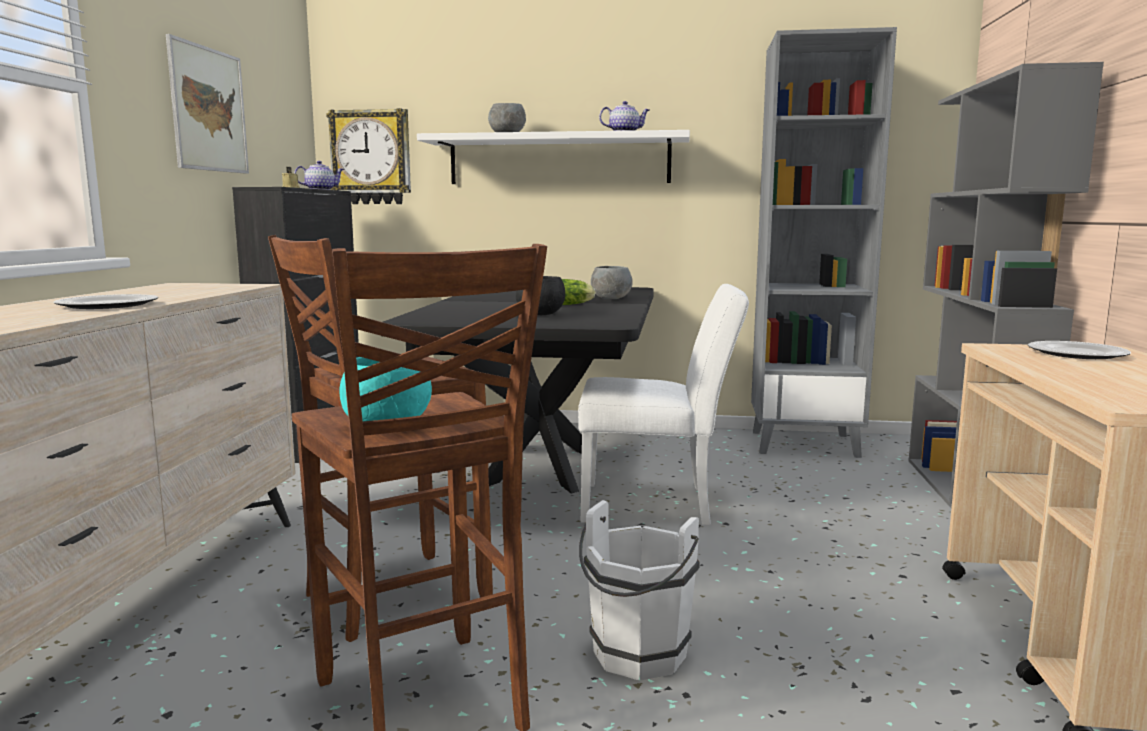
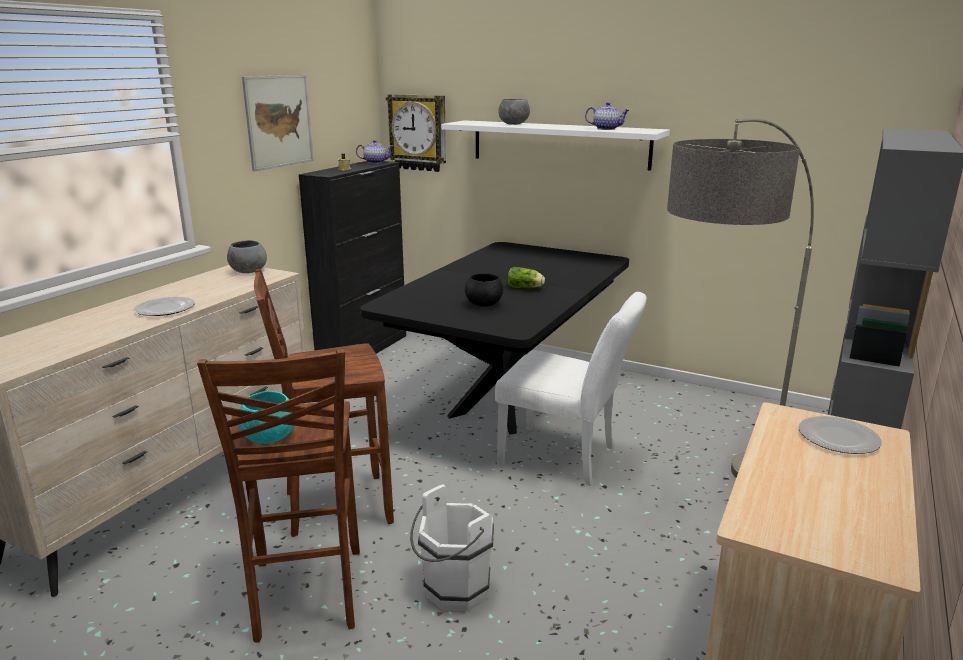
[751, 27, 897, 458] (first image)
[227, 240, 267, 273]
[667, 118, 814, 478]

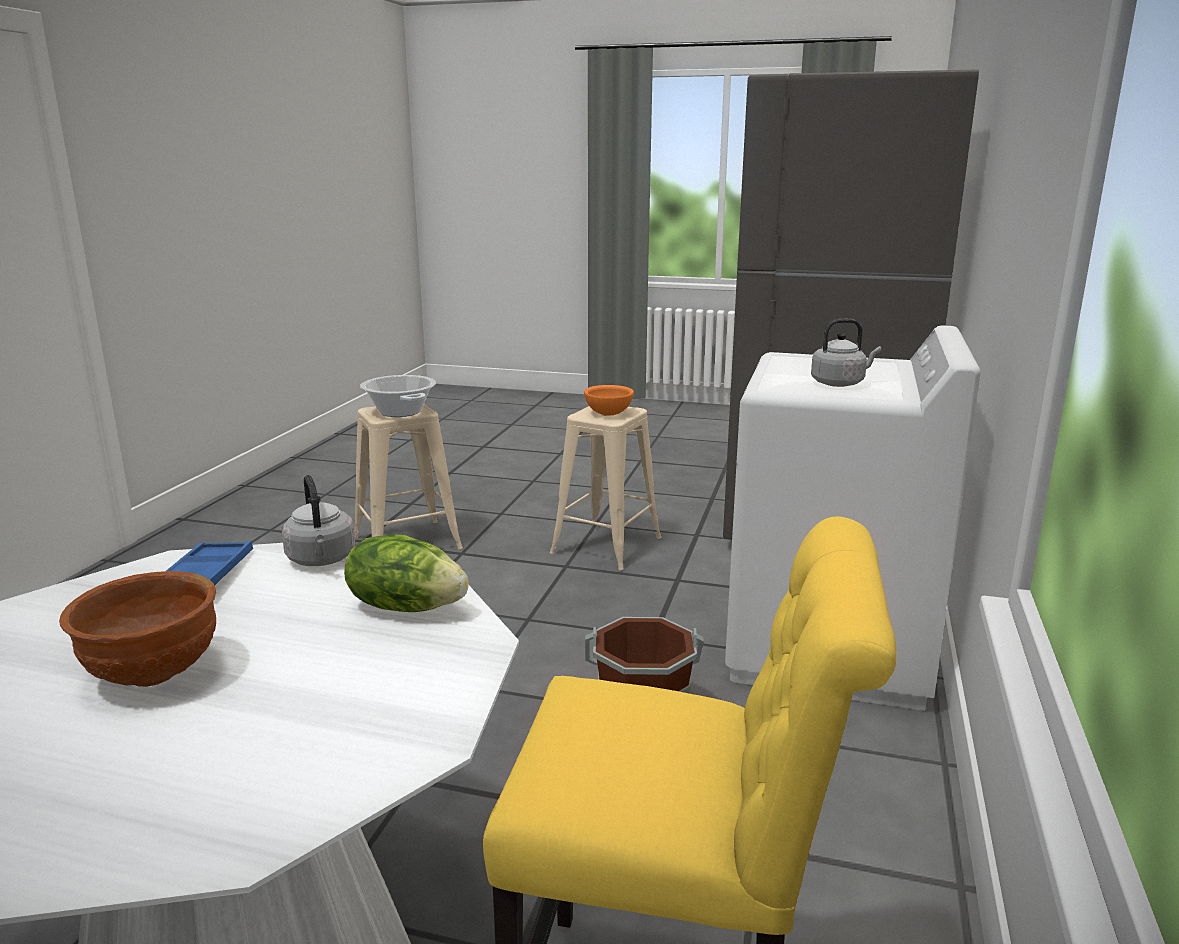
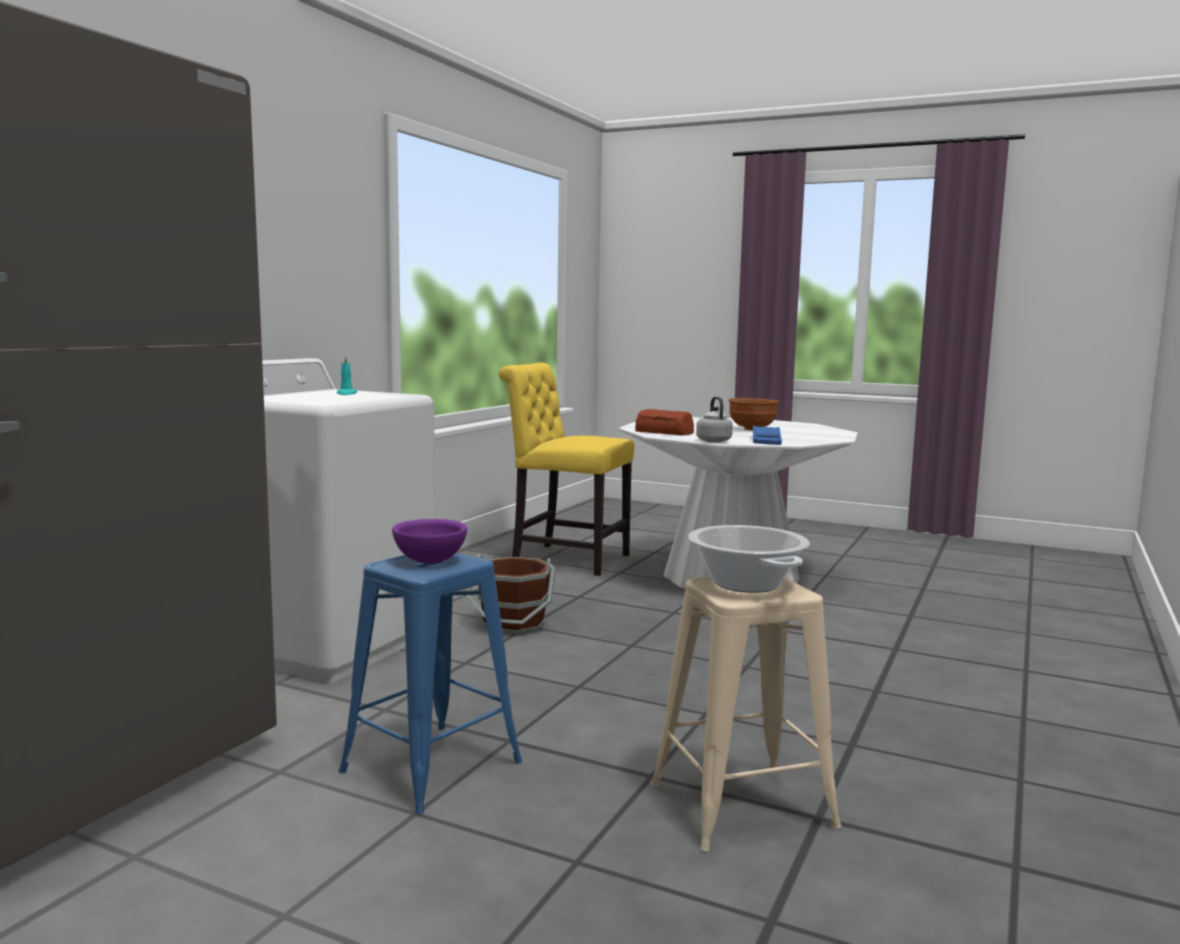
[337, 355, 357, 395]
[392, 519, 467, 564]
[338, 552, 522, 814]
[635, 409, 694, 435]

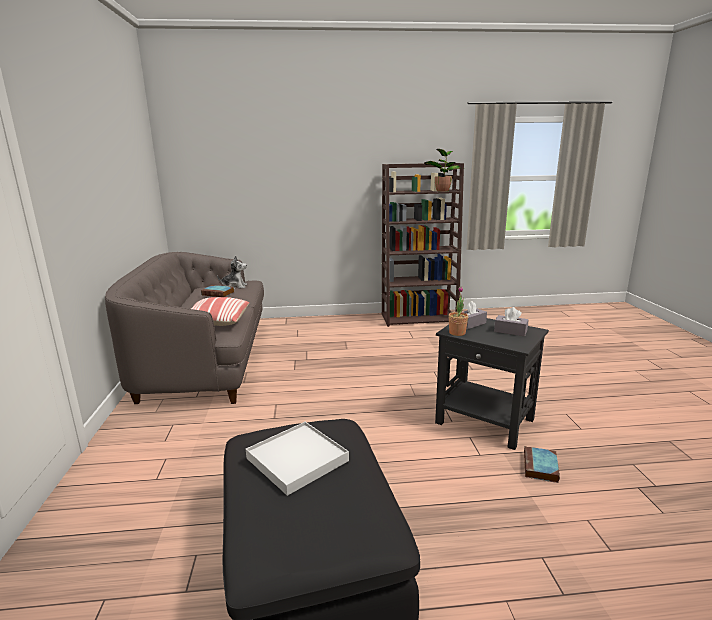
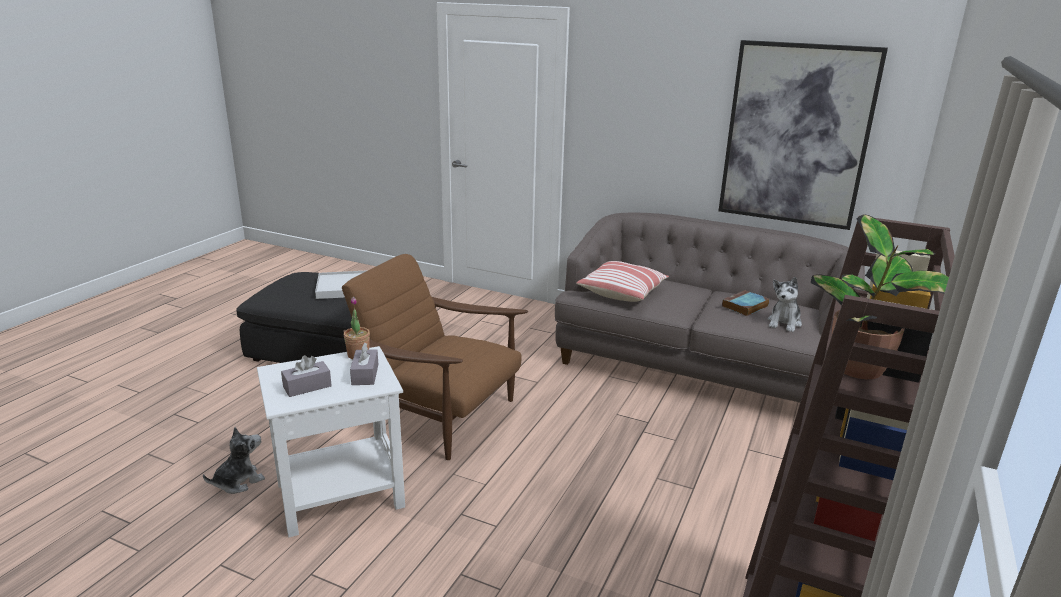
[257, 346, 405, 538]
[203, 427, 265, 494]
[719, 40, 888, 230]
[342, 254, 528, 460]

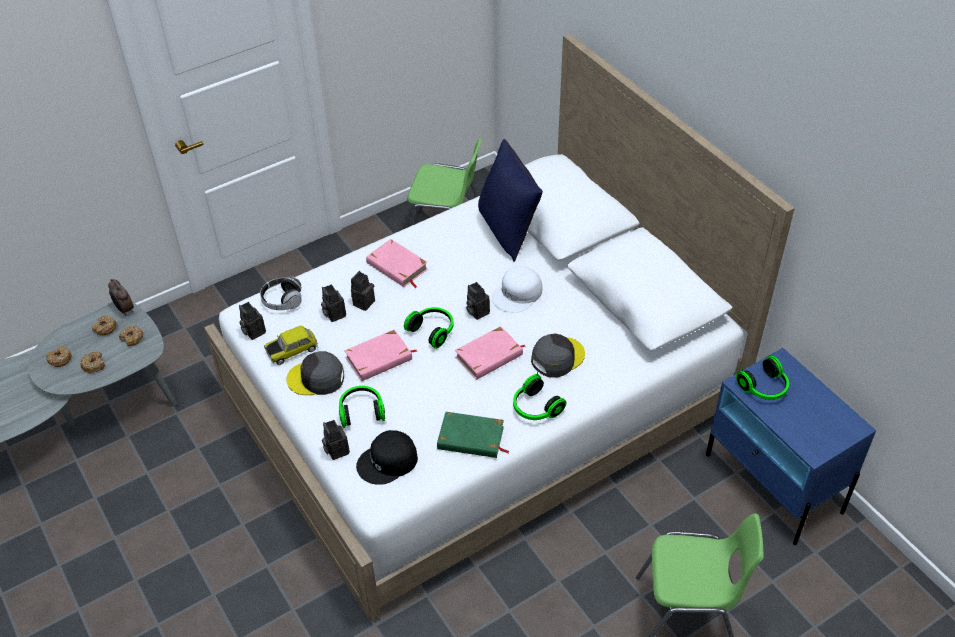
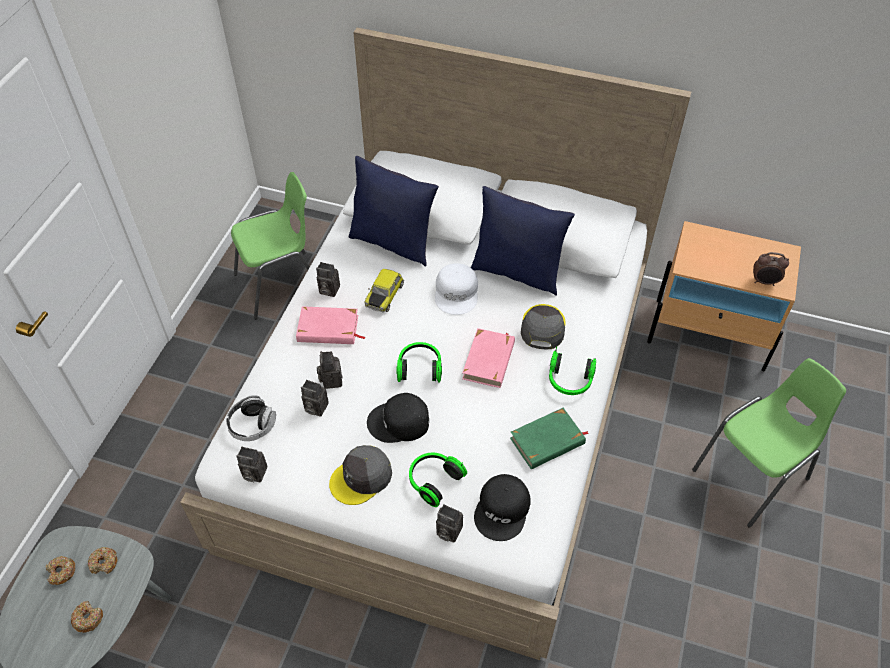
[753, 252, 789, 286]
[316, 262, 340, 297]
[364, 269, 404, 313]
[367, 393, 429, 443]
[46, 346, 72, 367] (first image)
[647, 221, 801, 371]
[736, 356, 789, 400] (first image)
[471, 186, 575, 296]

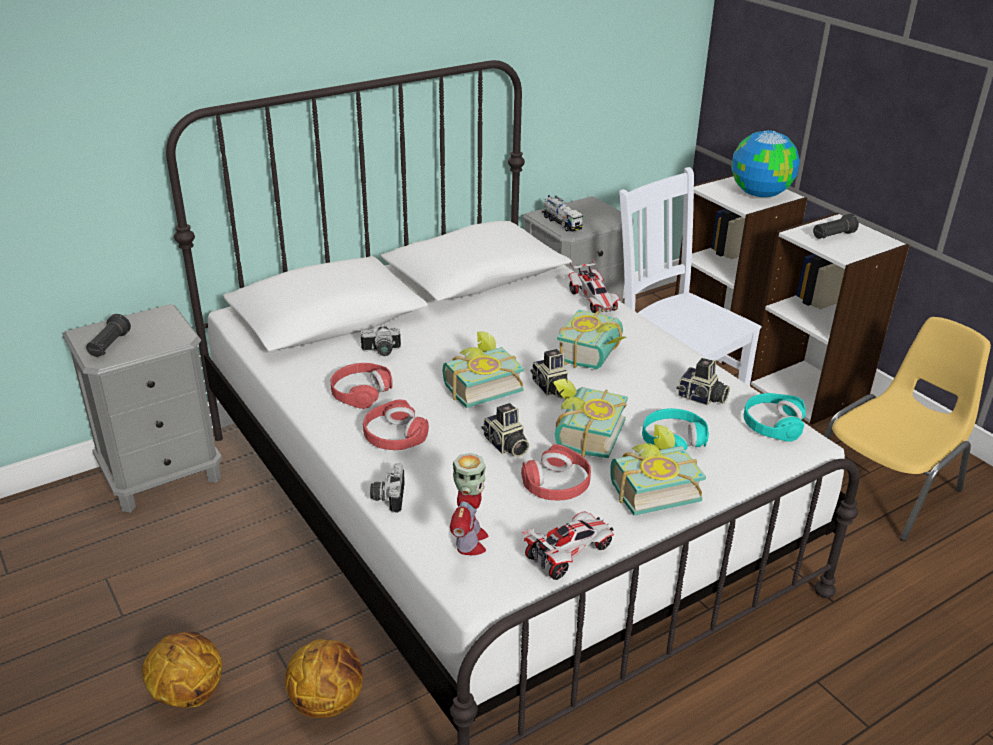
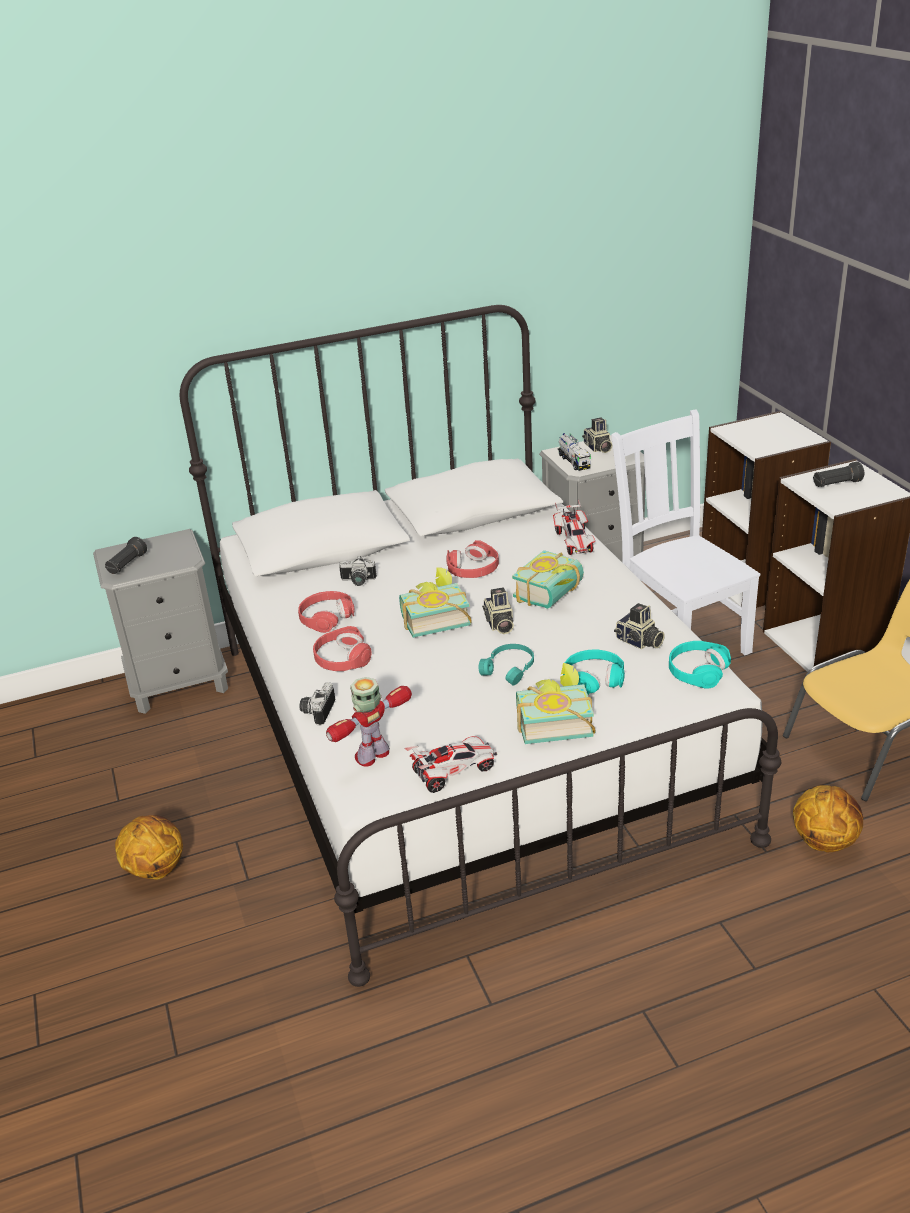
[731, 130, 800, 197] (first image)
[479, 644, 534, 686]
[582, 417, 612, 453]
[446, 540, 499, 578]
[326, 677, 412, 767]
[793, 785, 863, 852]

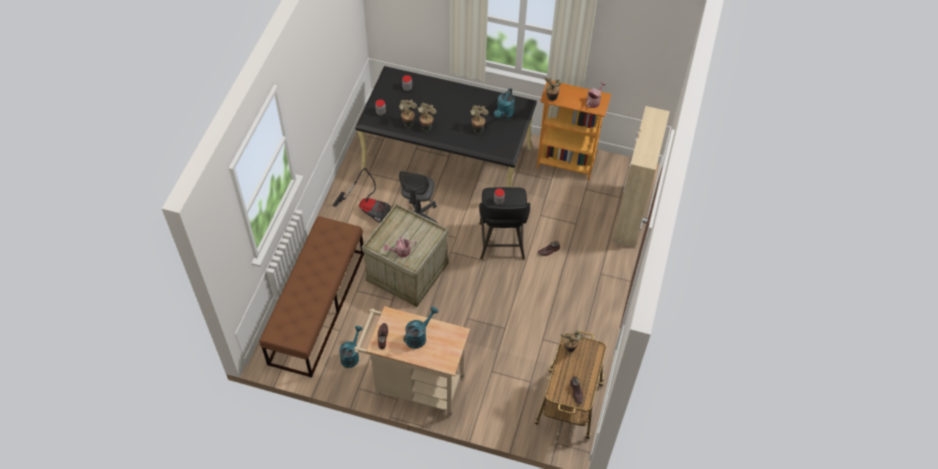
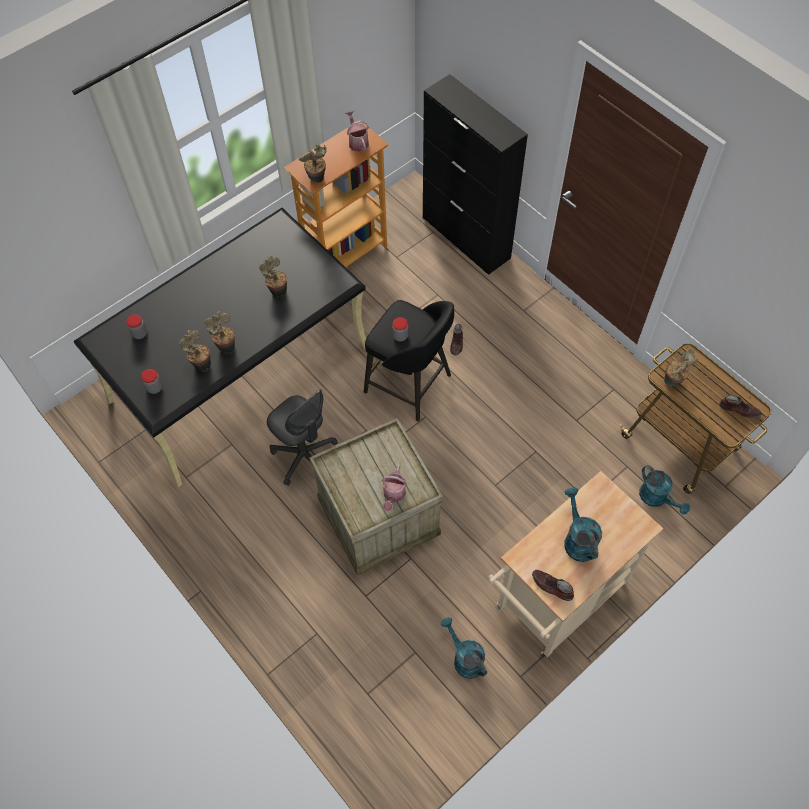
[639, 465, 690, 515]
[423, 74, 528, 275]
[333, 168, 390, 223] (first image)
[260, 216, 364, 378] (first image)

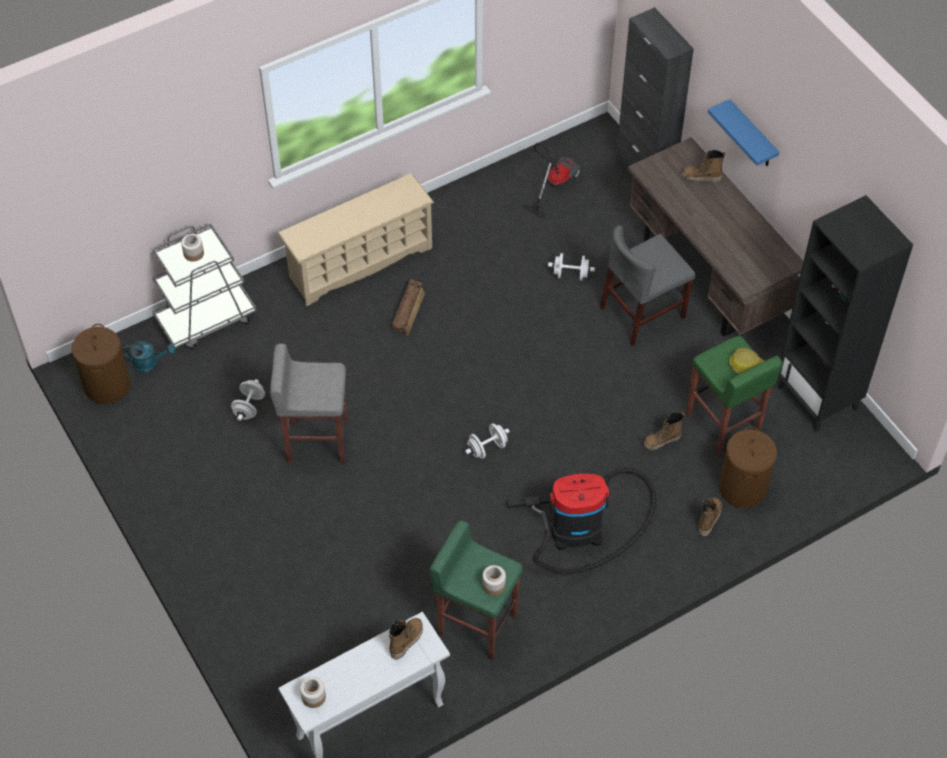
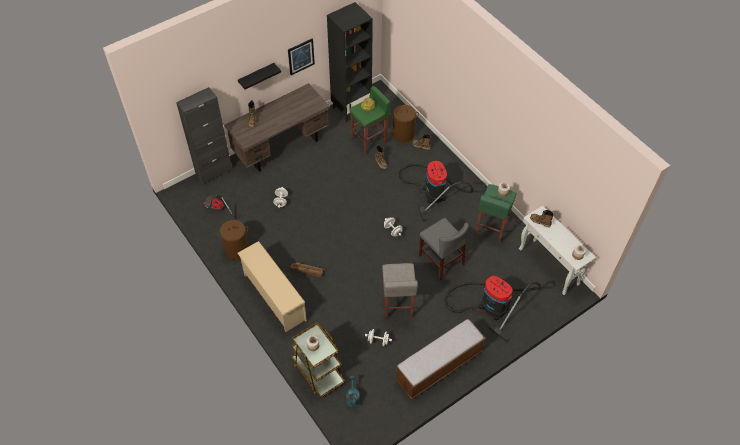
[238, 63, 281, 89]
[291, 323, 345, 398]
[419, 218, 469, 280]
[217, 220, 249, 260]
[288, 39, 315, 75]
[445, 276, 541, 342]
[396, 319, 486, 399]

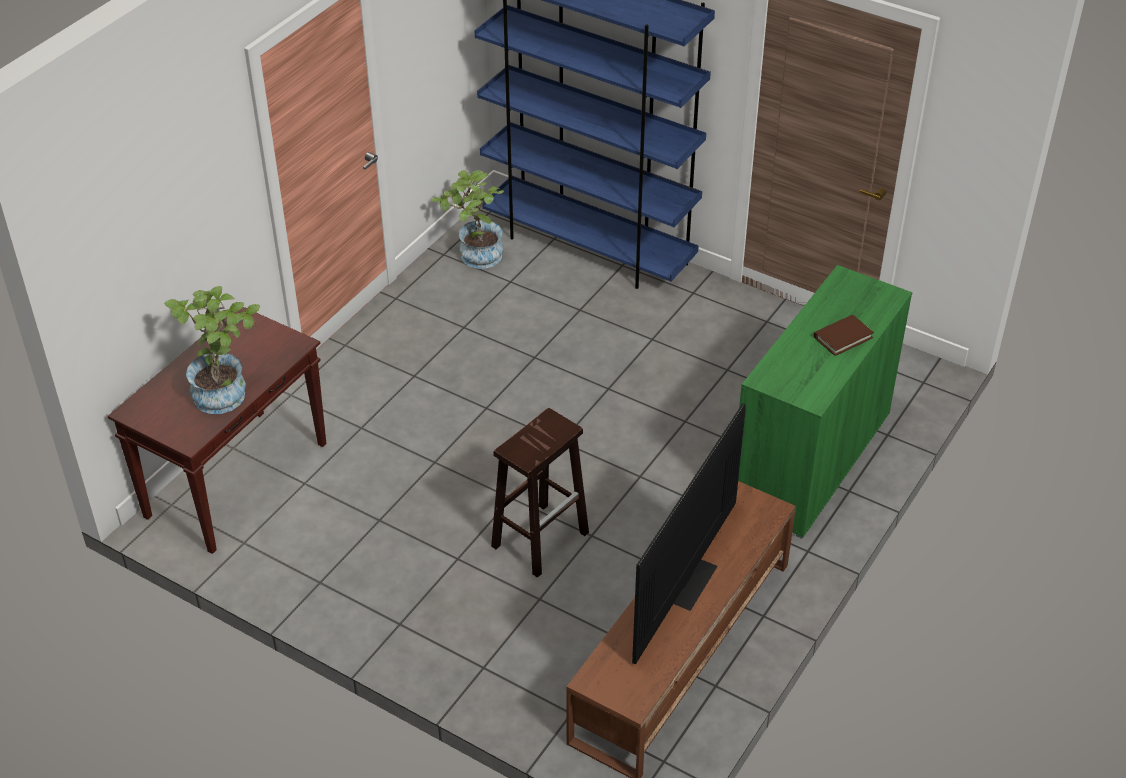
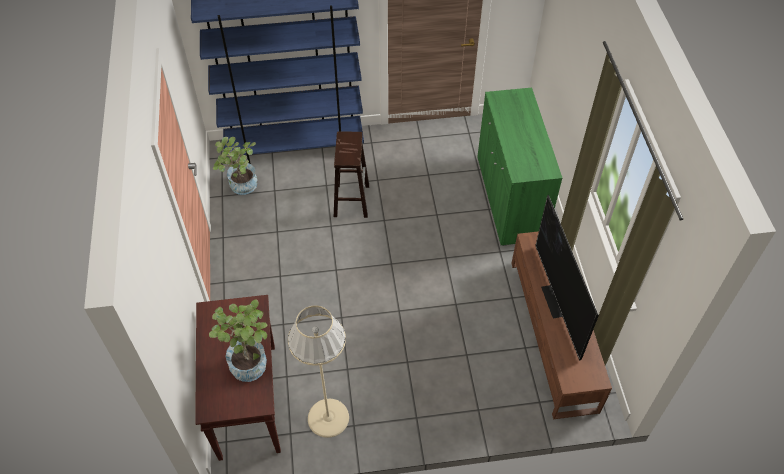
[814, 315, 874, 356] (first image)
[334, 131, 369, 218]
[288, 305, 349, 438]

